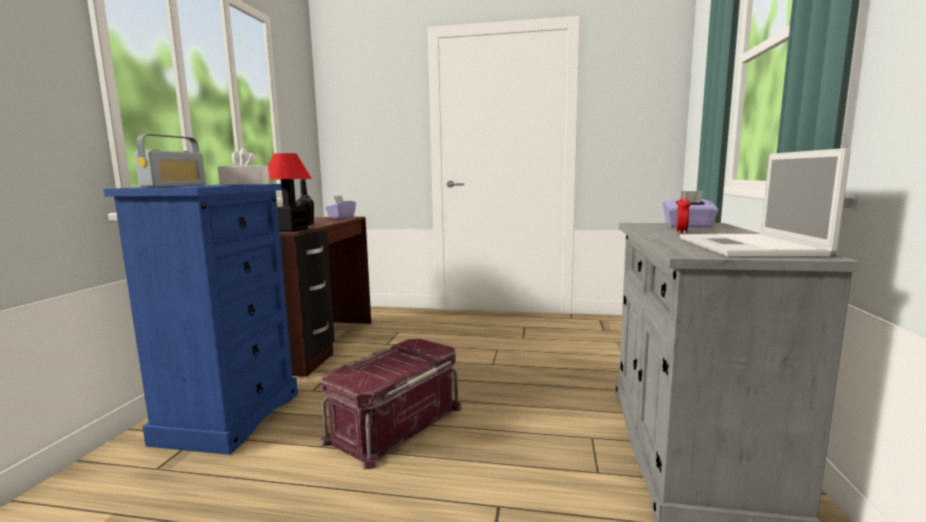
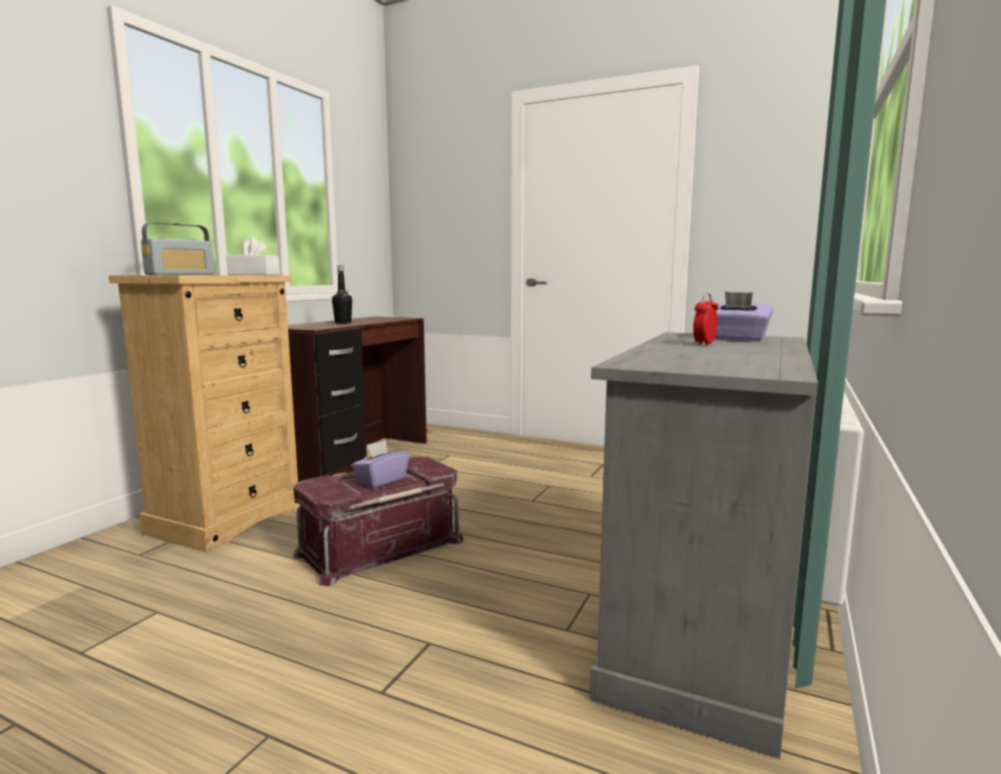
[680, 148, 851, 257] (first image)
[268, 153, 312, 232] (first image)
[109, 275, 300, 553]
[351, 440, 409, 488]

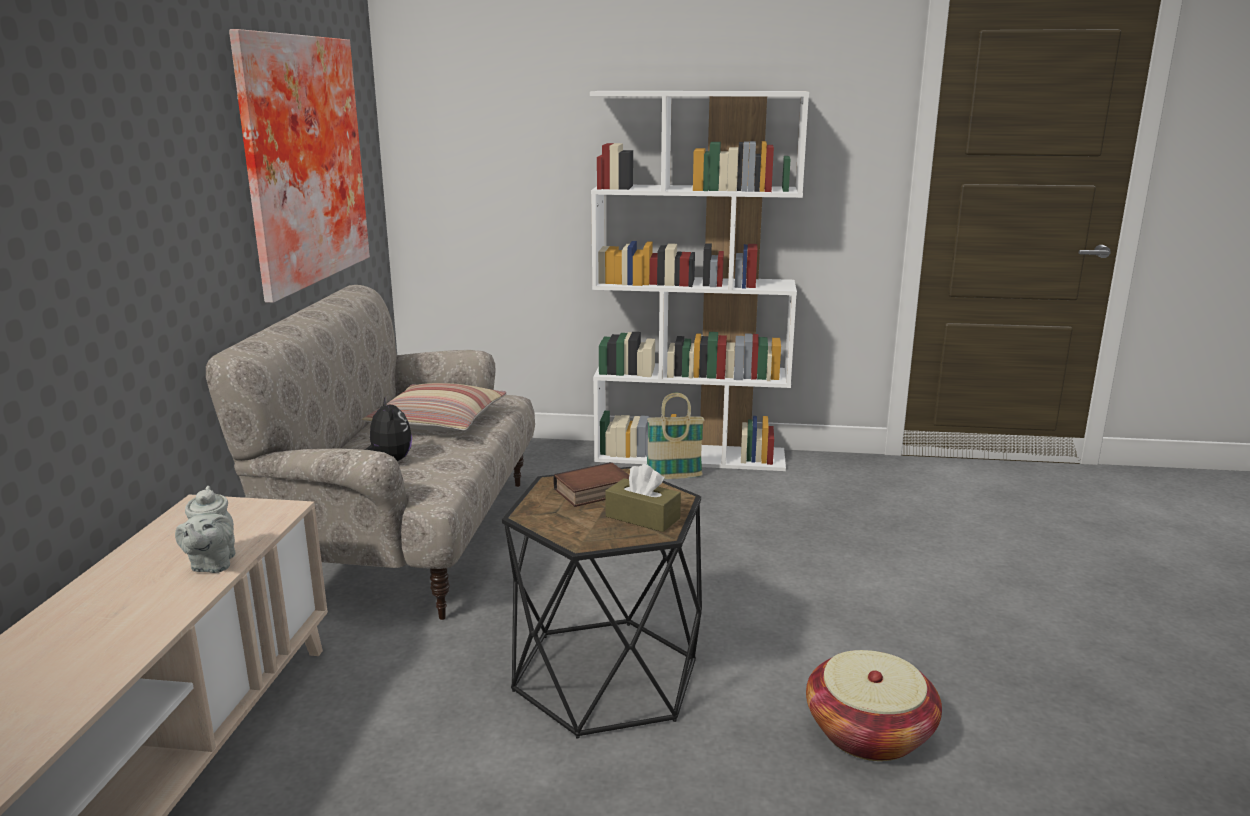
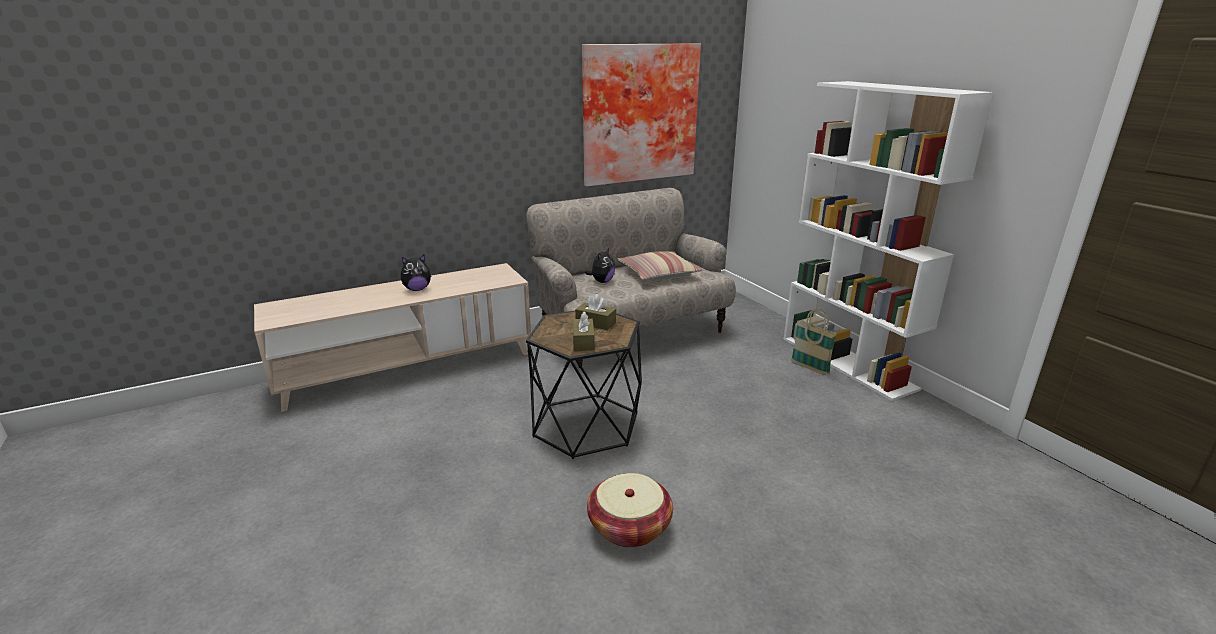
[575, 294, 616, 330]
[175, 486, 235, 573] (first image)
[401, 255, 432, 291]

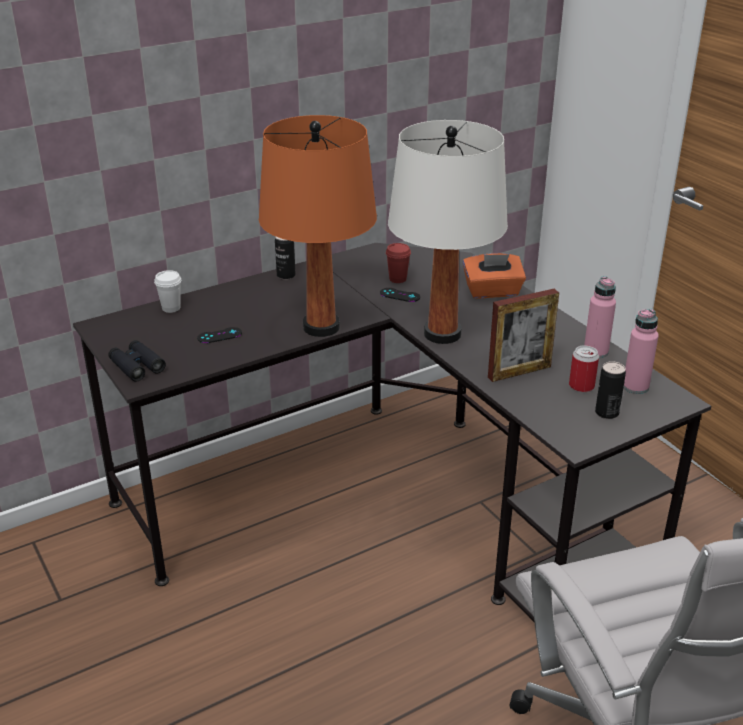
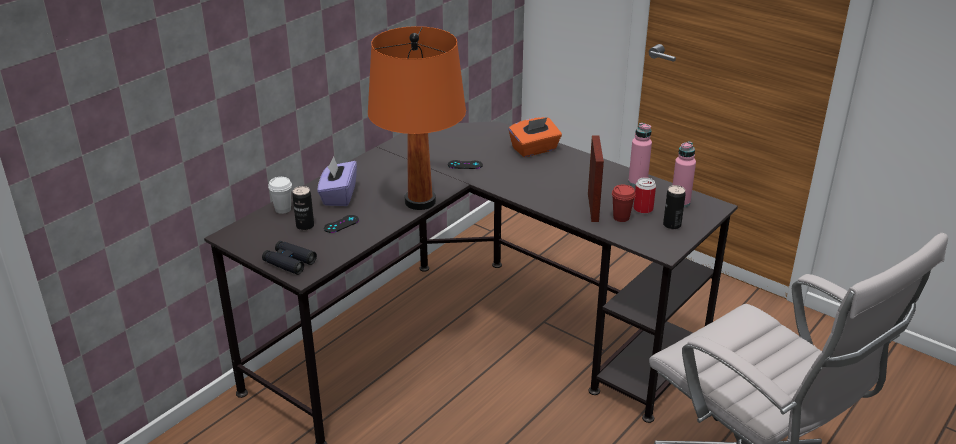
[388, 120, 508, 344] (first image)
[292, 186, 314, 230]
[612, 185, 636, 222]
[588, 135, 604, 222]
[317, 156, 357, 206]

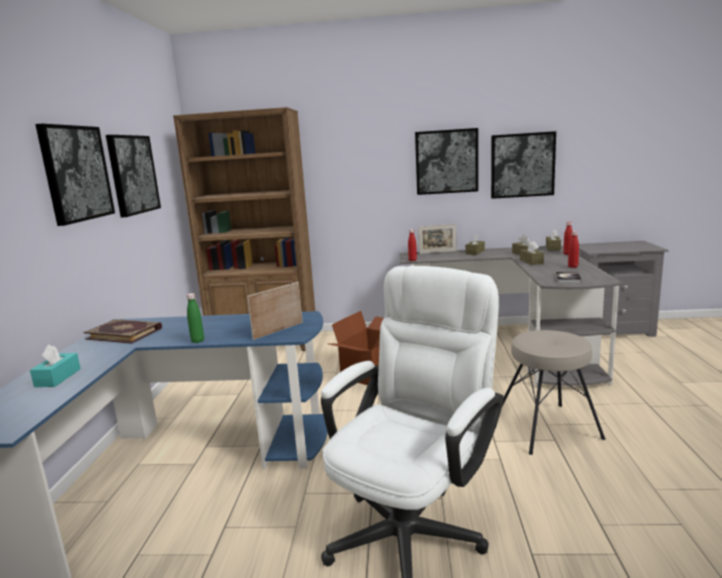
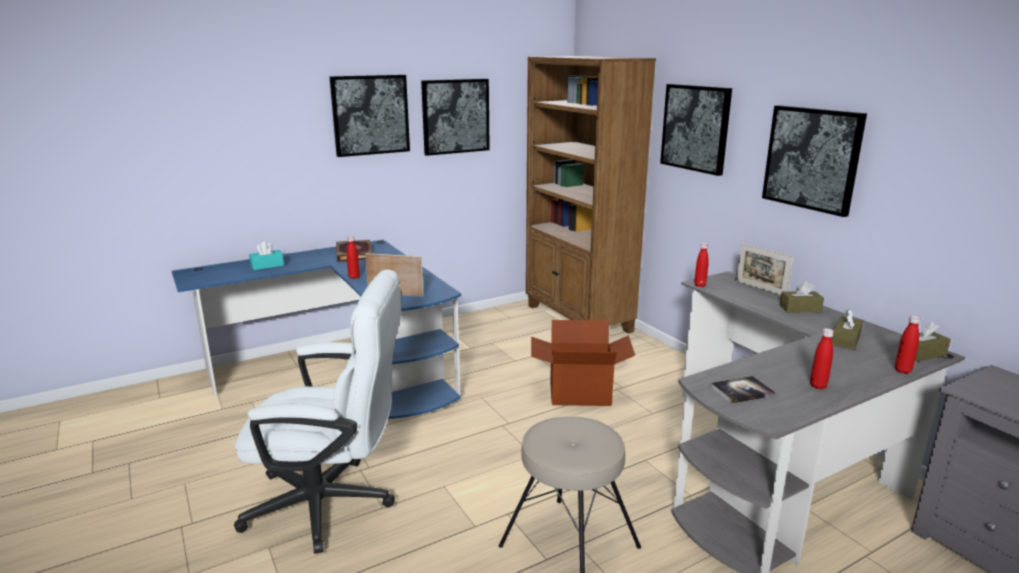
[660, 84, 732, 176]
[520, 241, 544, 265] (first image)
[347, 236, 360, 279]

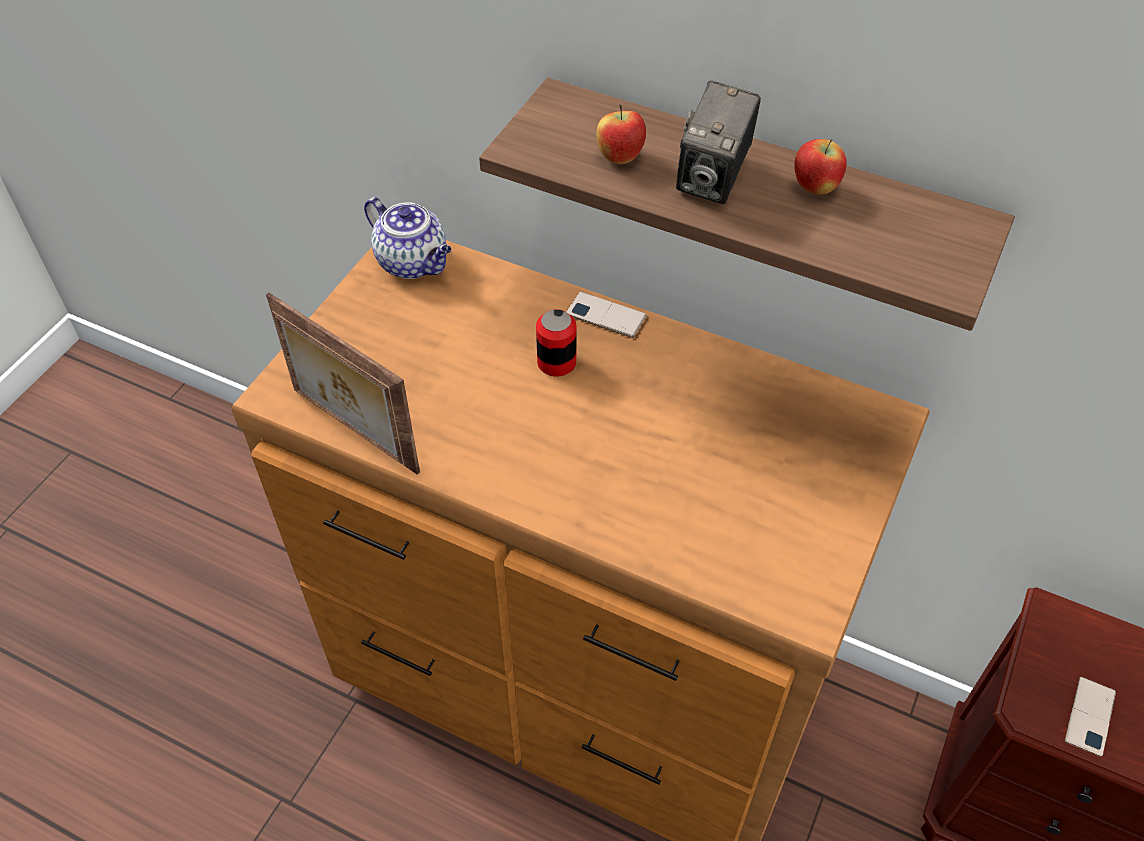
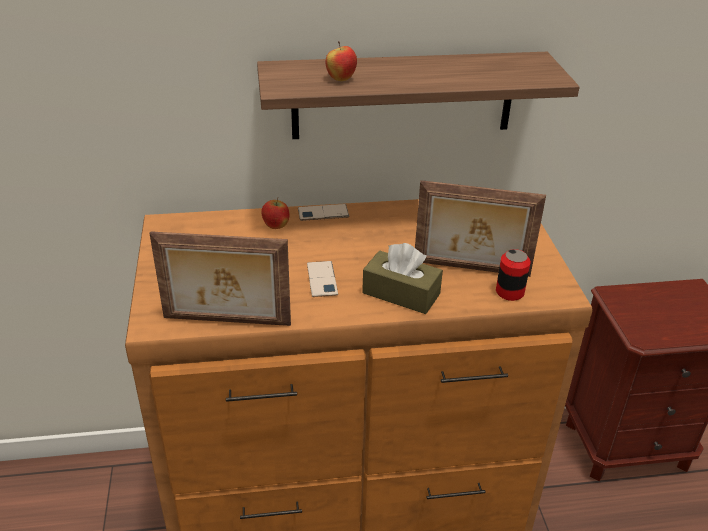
[676, 80, 761, 204] (first image)
[261, 198, 290, 229]
[364, 197, 452, 279] (first image)
[496, 249, 531, 301]
[307, 261, 338, 297]
[415, 180, 546, 277]
[362, 243, 443, 314]

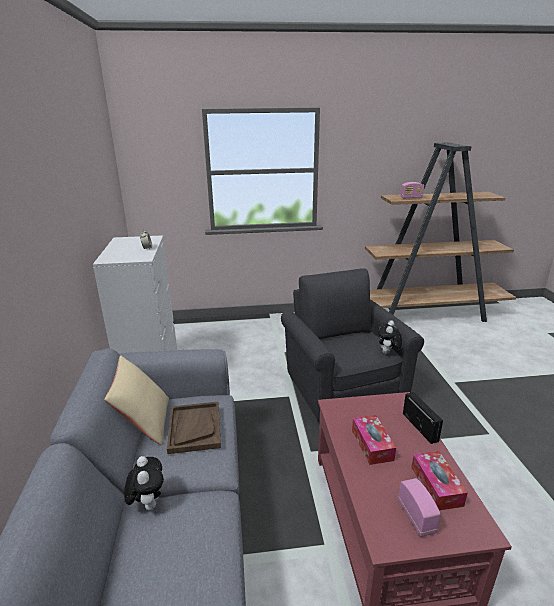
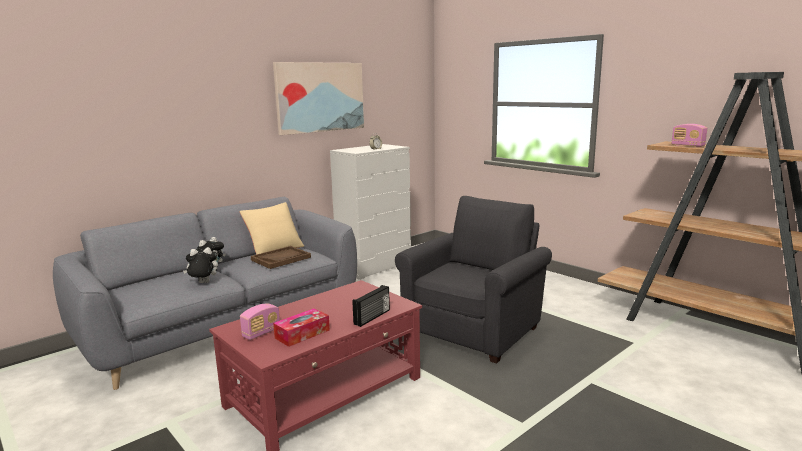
[183, 247, 218, 283]
[352, 415, 396, 465] (first image)
[273, 62, 364, 135]

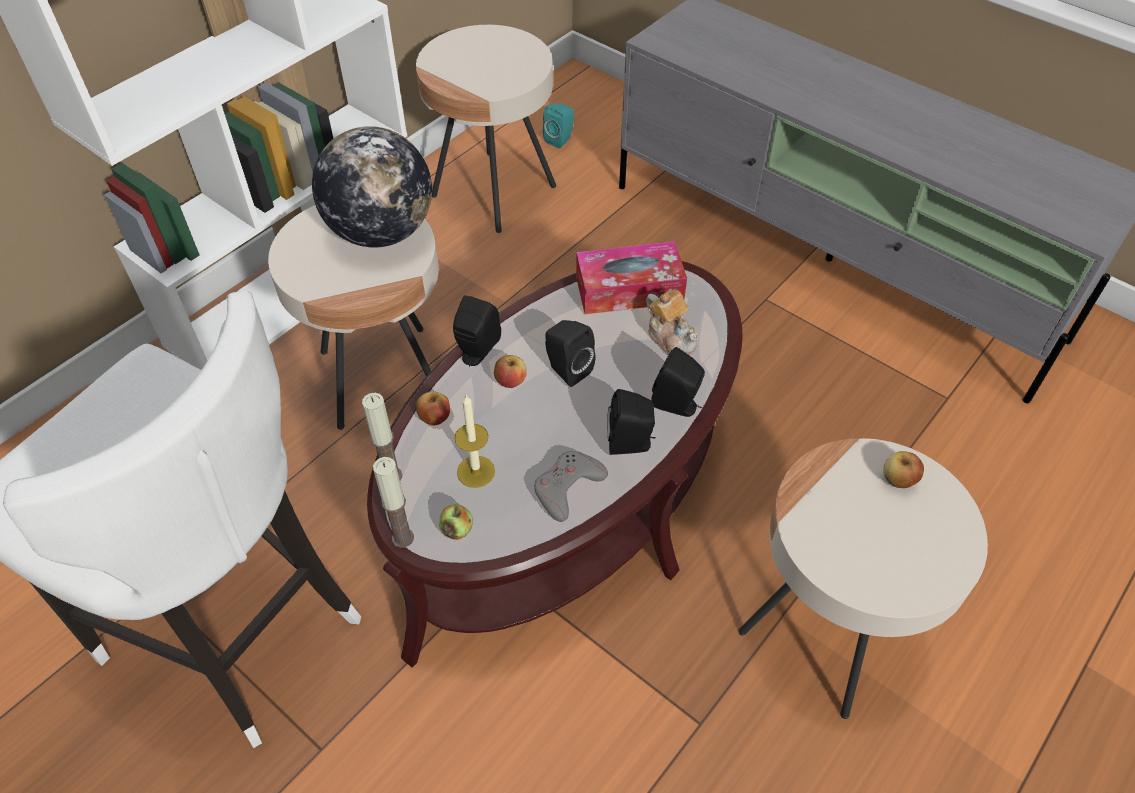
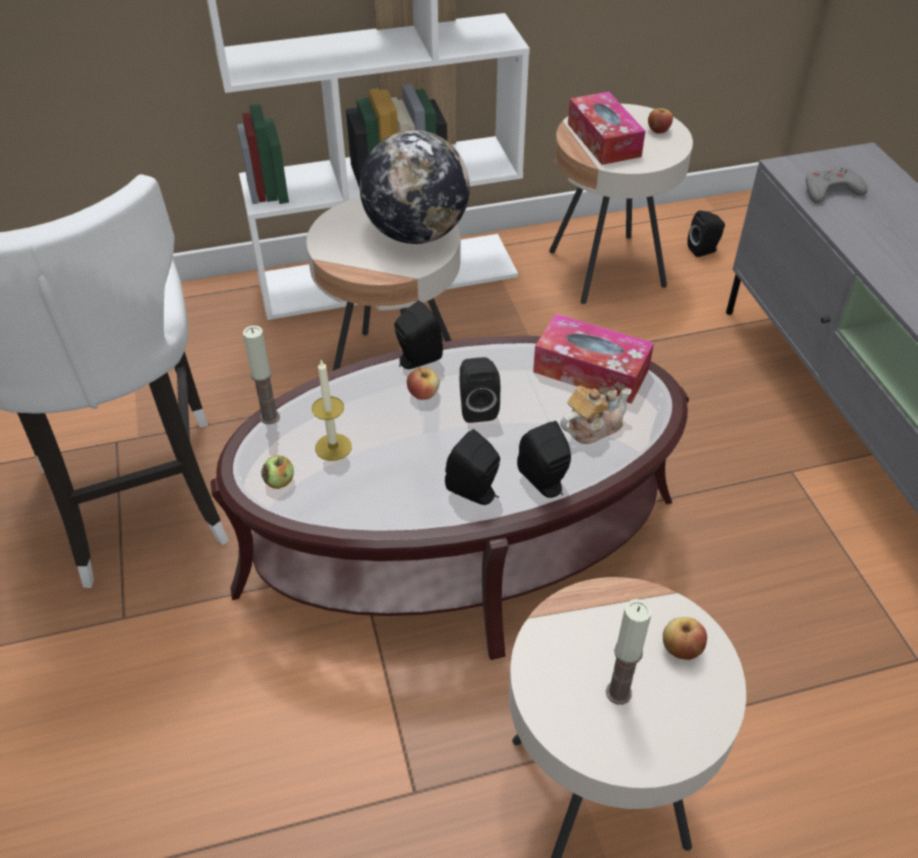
[687, 210, 725, 257]
[560, 386, 632, 444]
[648, 108, 673, 134]
[806, 168, 868, 203]
[606, 599, 652, 705]
[568, 92, 645, 165]

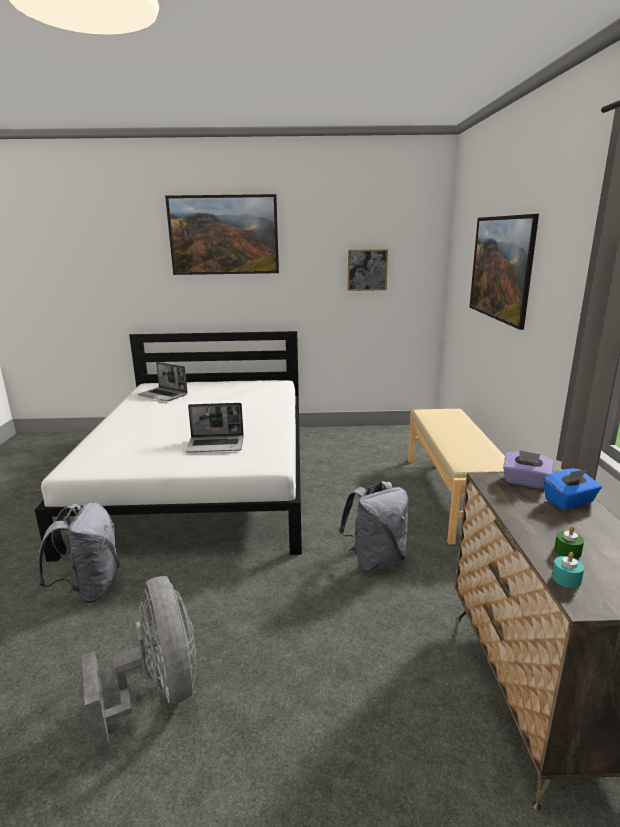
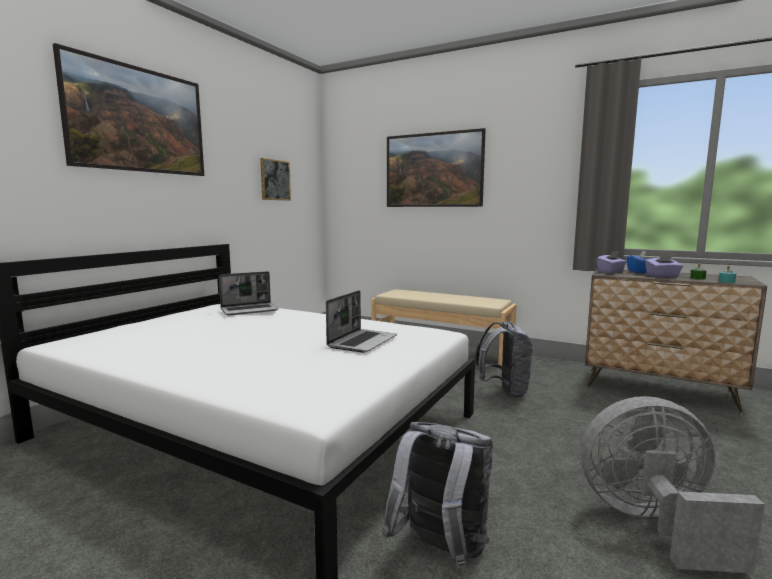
[219, 271, 279, 316]
[645, 254, 683, 277]

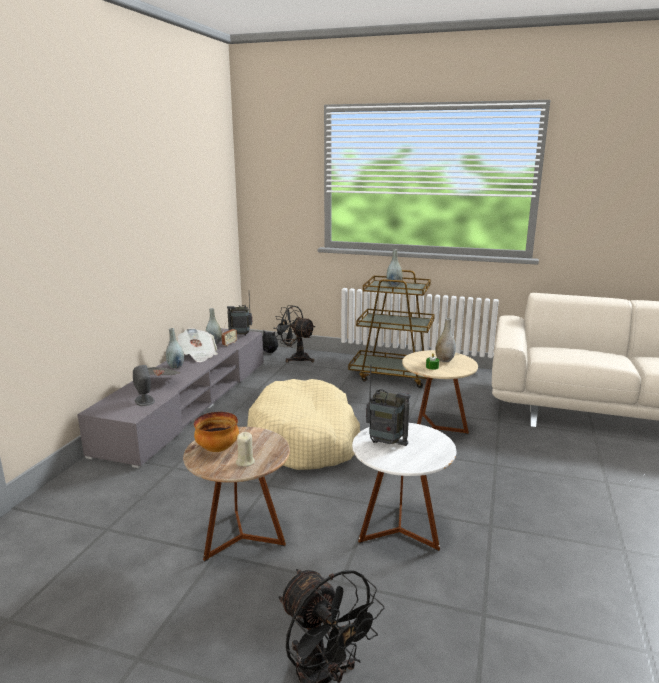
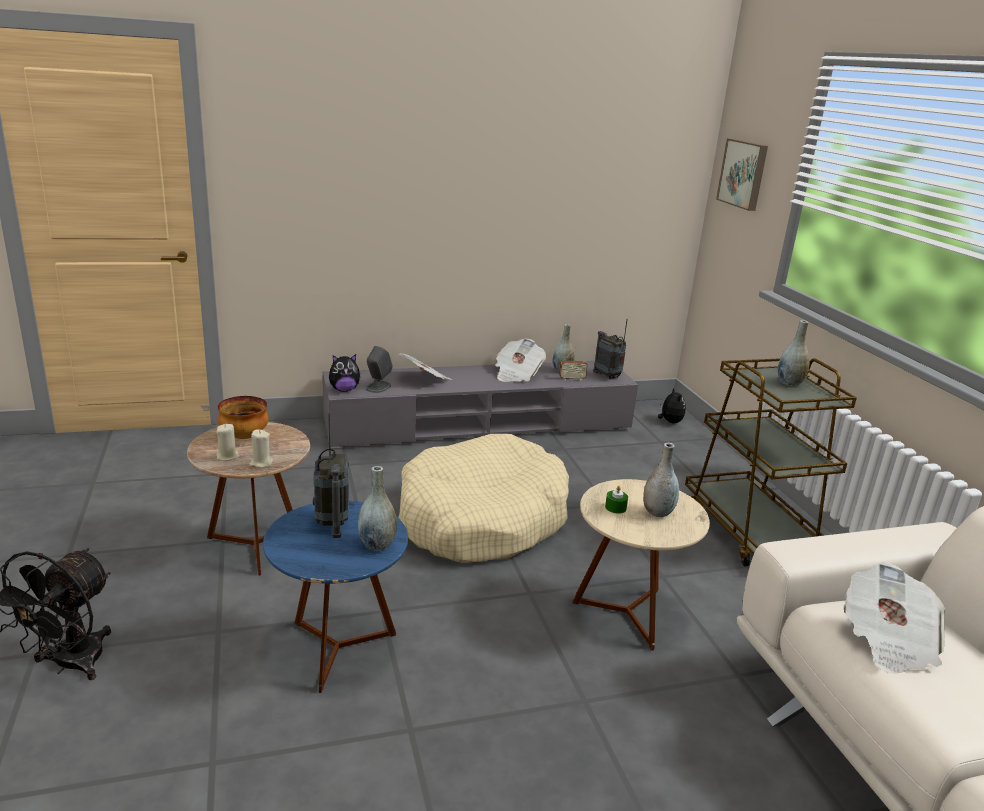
[274, 305, 315, 362] (first image)
[358, 466, 397, 551]
[263, 501, 408, 693]
[716, 138, 768, 211]
[329, 354, 361, 392]
[249, 429, 273, 468]
[843, 562, 945, 674]

